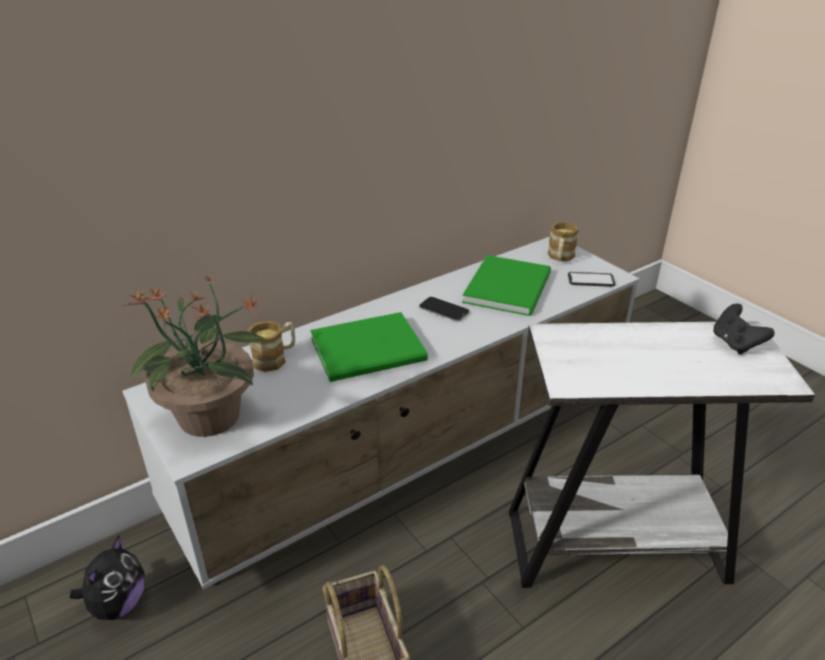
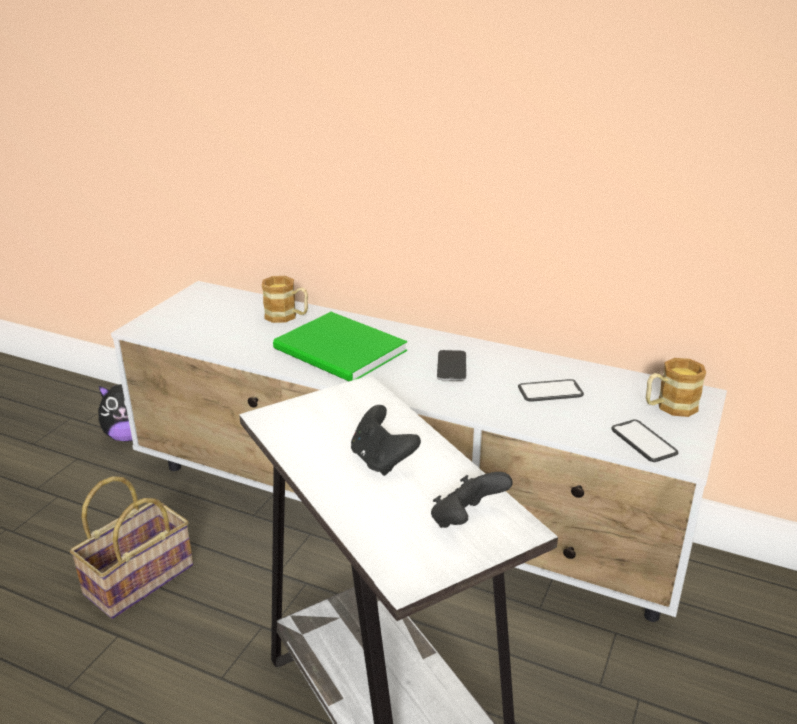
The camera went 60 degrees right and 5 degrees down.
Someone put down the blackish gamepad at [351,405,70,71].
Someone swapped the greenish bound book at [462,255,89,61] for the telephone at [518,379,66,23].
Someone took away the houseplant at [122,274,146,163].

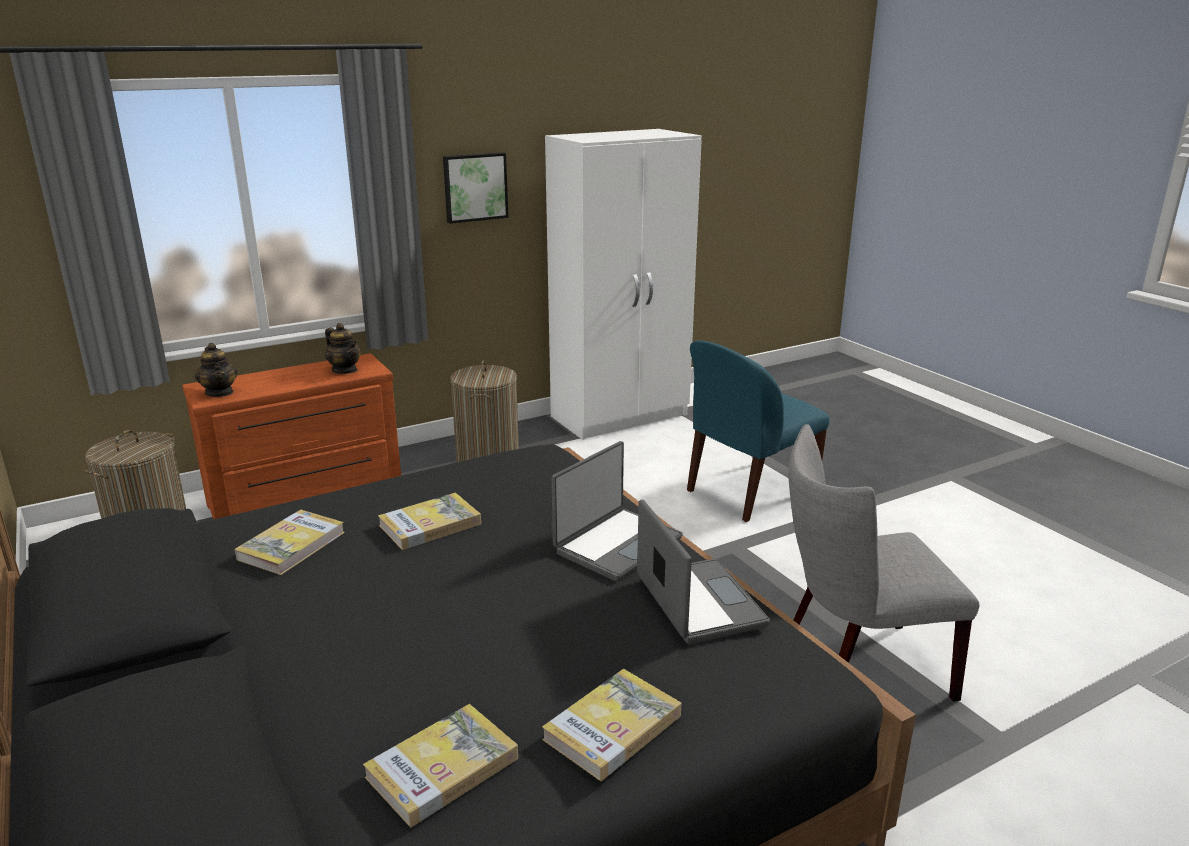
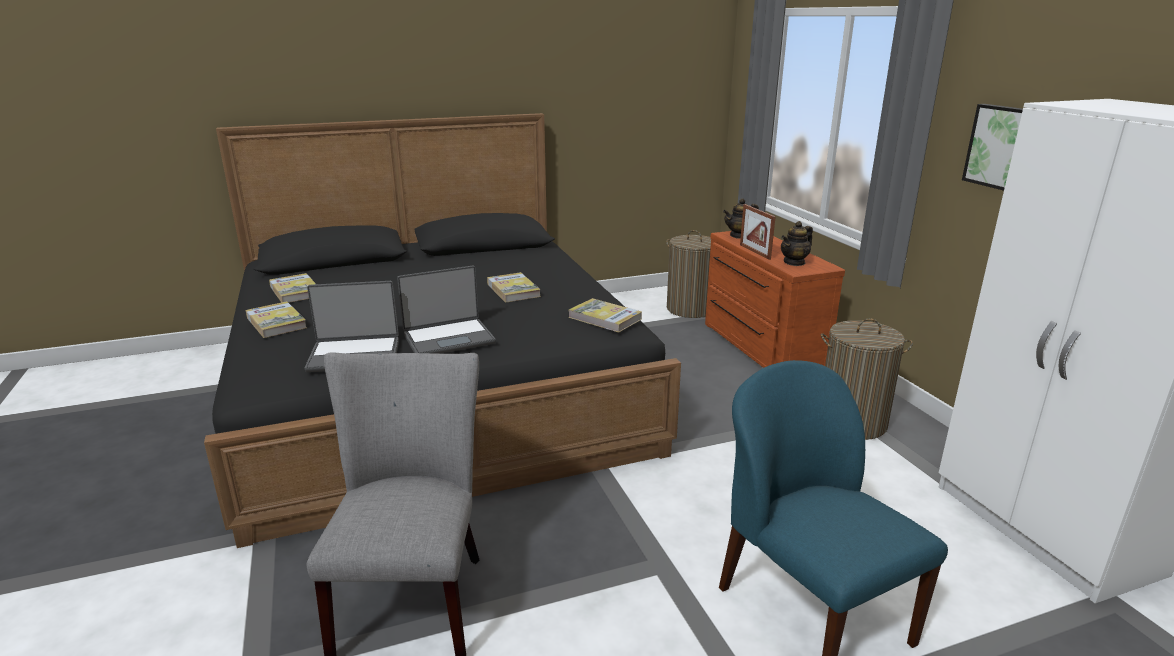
The camera went 100 degrees right and 0 degrees up.
Someone rotated the laptop at [552,441,131,140] by 75 degrees counterclockwise.
Someone carried the bound book from [235,510,110,65] to [568,298,74,34].
Someone put down the photo frame at [740,204,36,56].

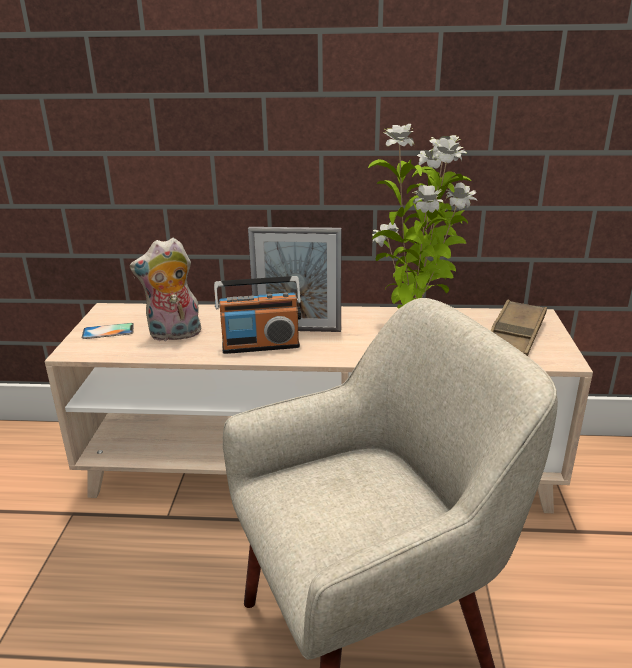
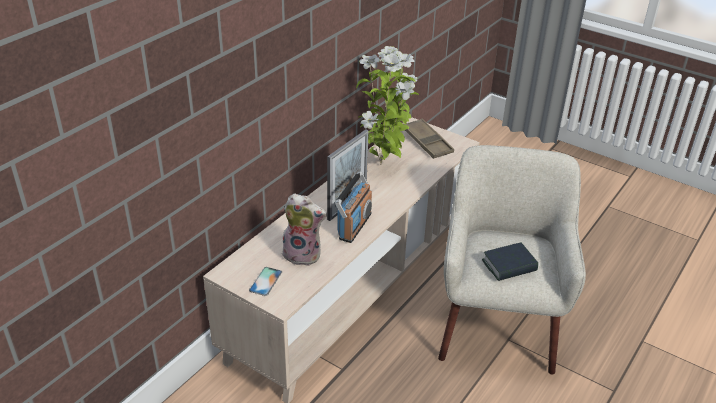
The camera went 60 degrees left and 10 degrees up.
Someone rotated the plush toy at [130,238,71,103] by 90 degrees counterclockwise.
Someone put down the bound book at [482,243,56,38].

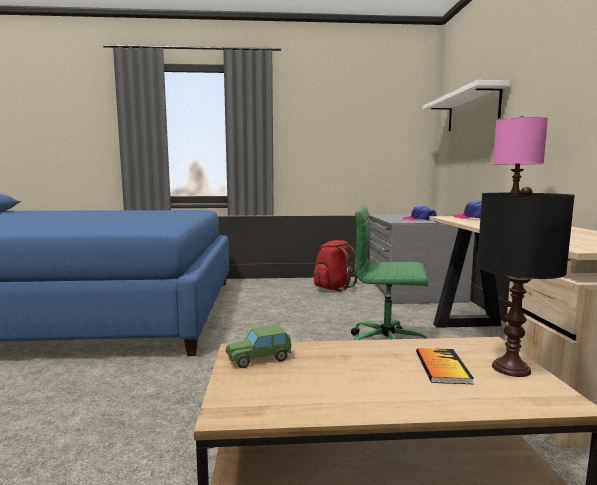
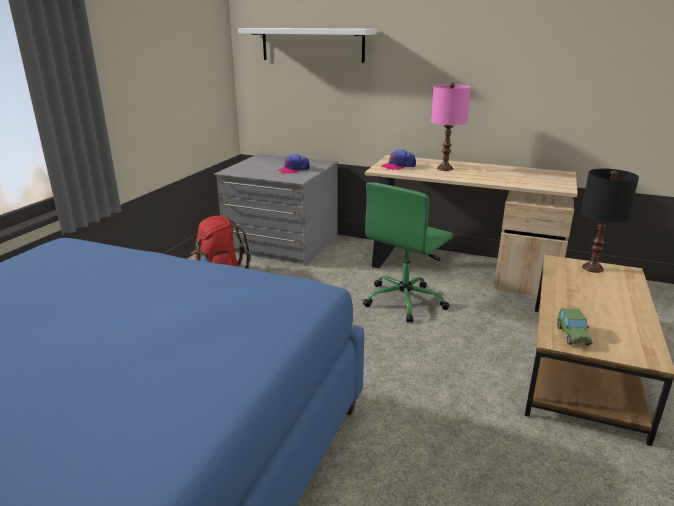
The camera went 65 degrees left and 15 degrees up.
Someone took away the bound book at [416,348,58,36].

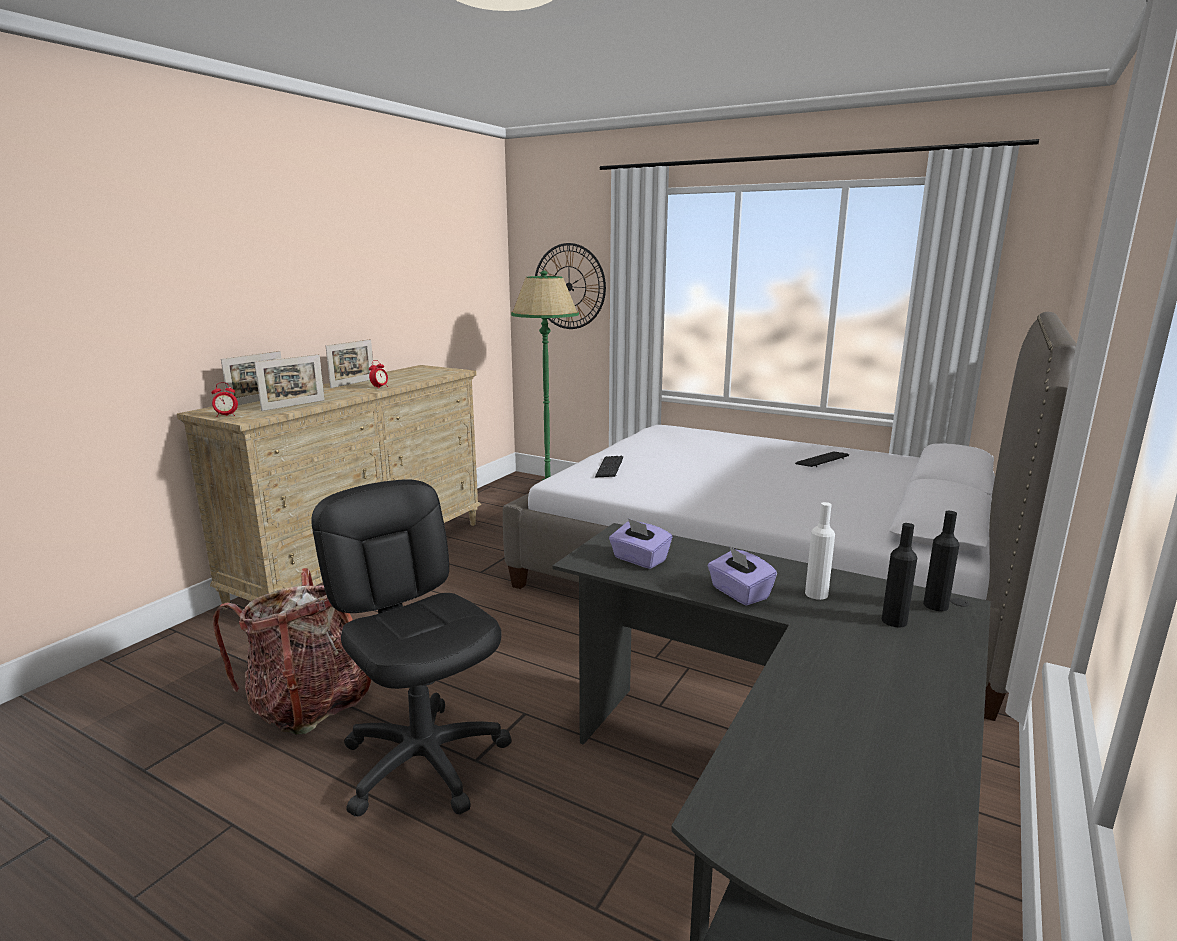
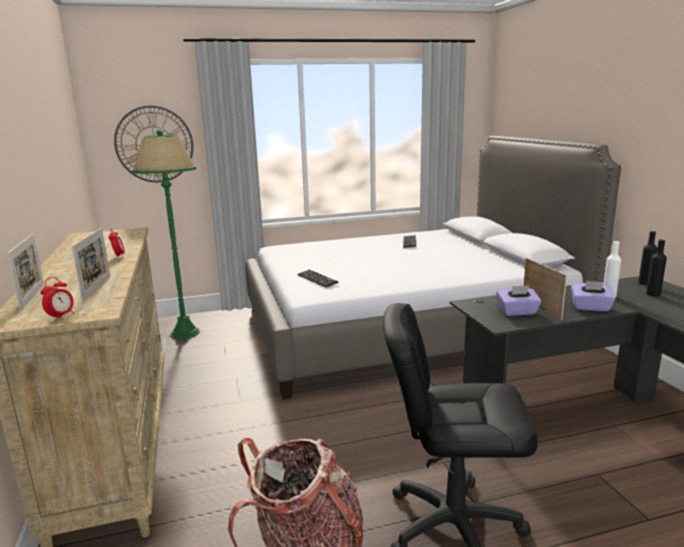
The camera went 45 degrees left and 0 degrees up.
Someone carried the photo frame from [326,339,47,49] to [524,258,43,62].

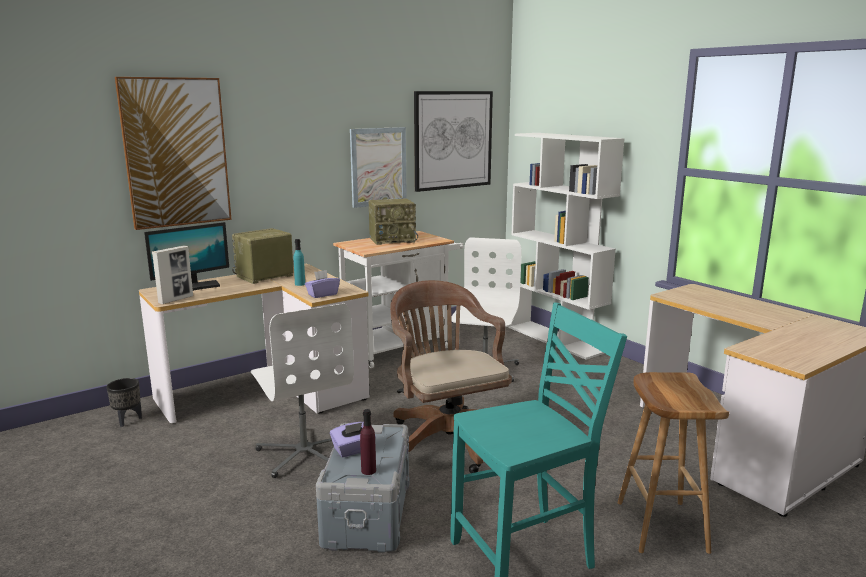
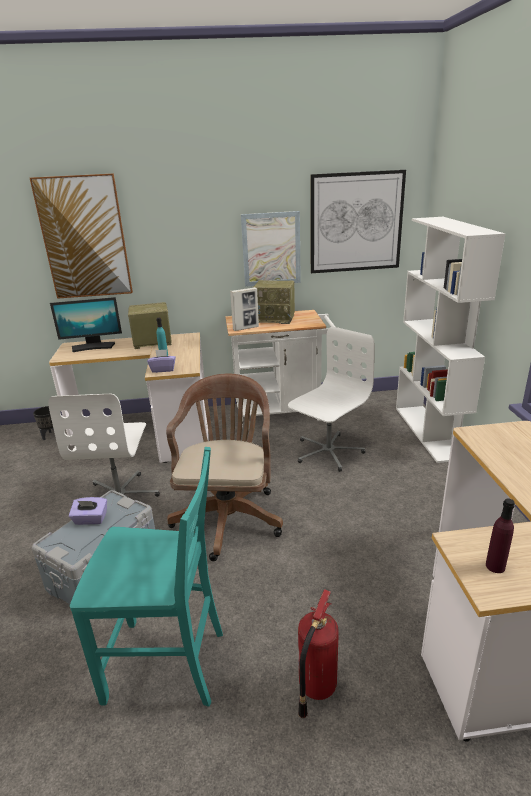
The camera went 30 degrees right and 10 degrees up.
Someone carried the photo frame from [152,245,41,59] to [230,287,29,44].
Someone swapped the brownish stool seat at [617,372,112,182] for the fire extinguisher at [298,589,41,129].
Someone carried the purple-coloured bottle from [360,409,16,66] to [486,498,29,75].

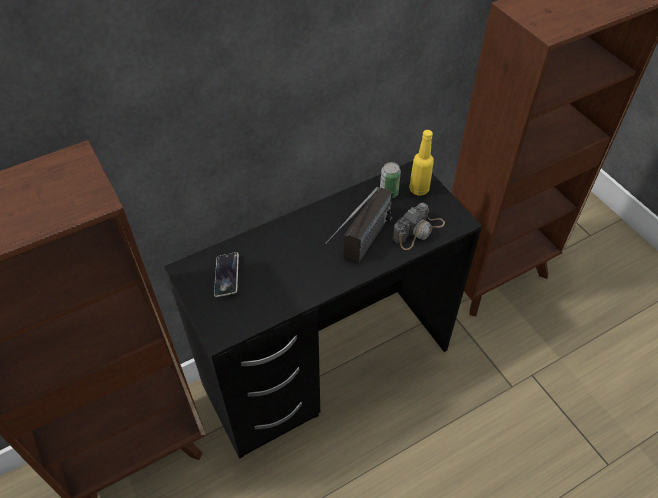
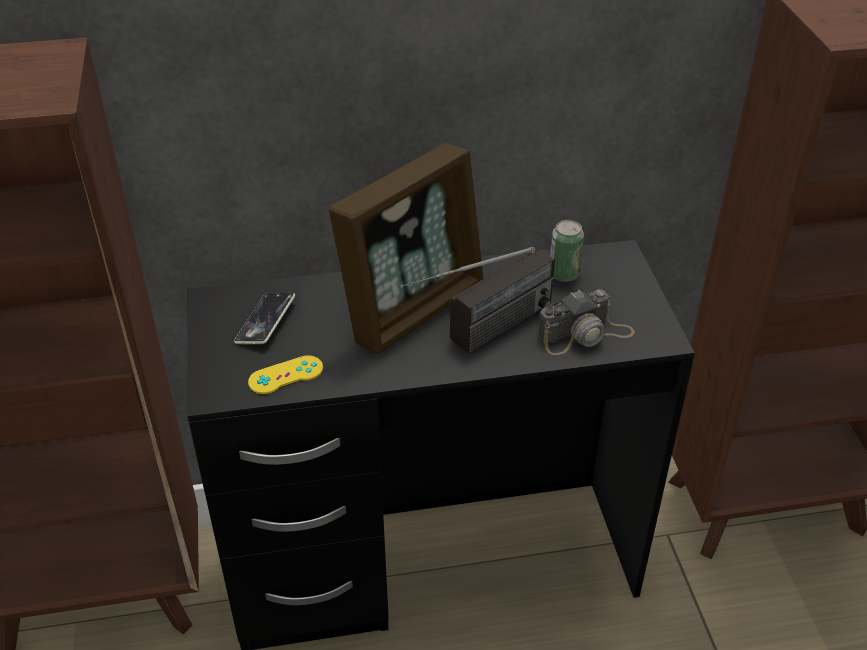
The camera went 20 degrees right and 10 degrees down.
Someone put down the yellow gamepad at [248,356,75,38].
Someone put down the photo frame at [329,143,155,211].
Someone took away the yellow bottle at [409,130,25,66].

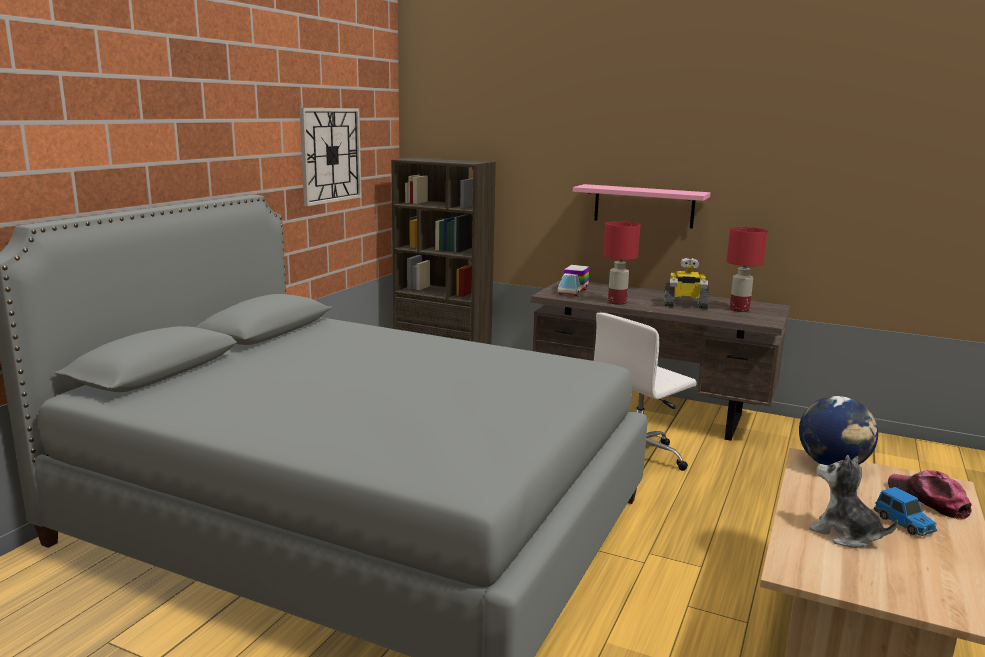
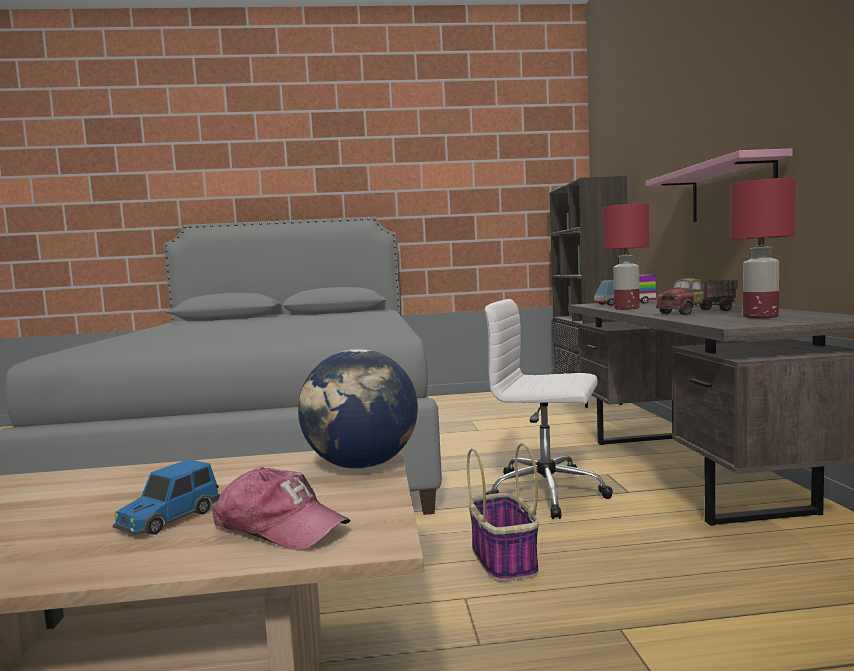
The camera went 60 degrees right and 10 degrees down.
Someone rotated the cap at [888,470,84,50] by 90 degrees clockwise.
Someone put down the household basket at [467,443,72,139].
Someone swapped the robot figure at [664,258,45,51] for the toy lorry at [656,278,82,37].
Someone took away the wall clock at [300,108,61,98].
Someone took away the plush toy at [809,455,89,93].

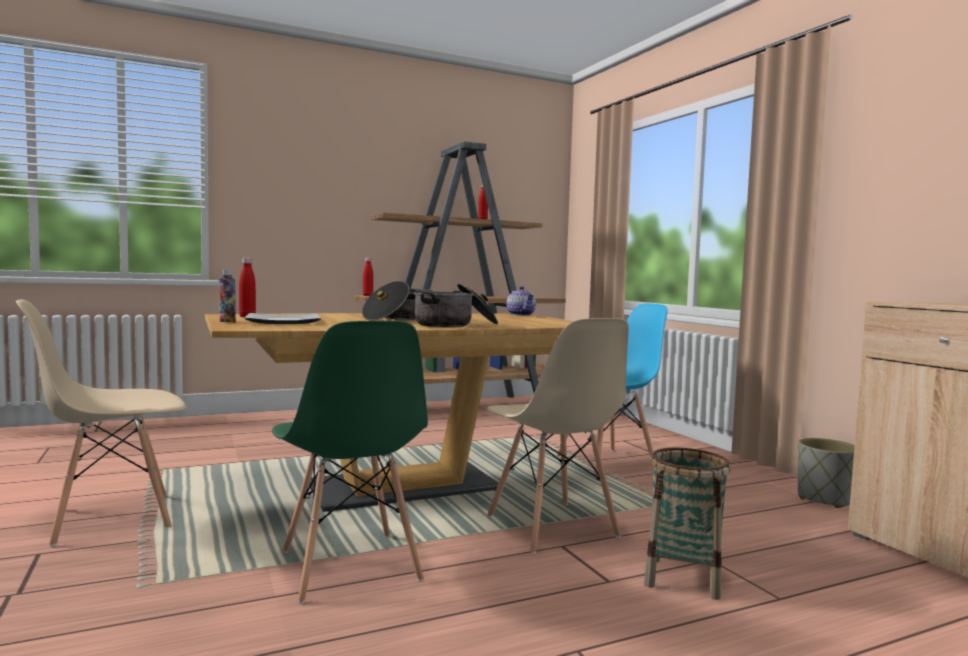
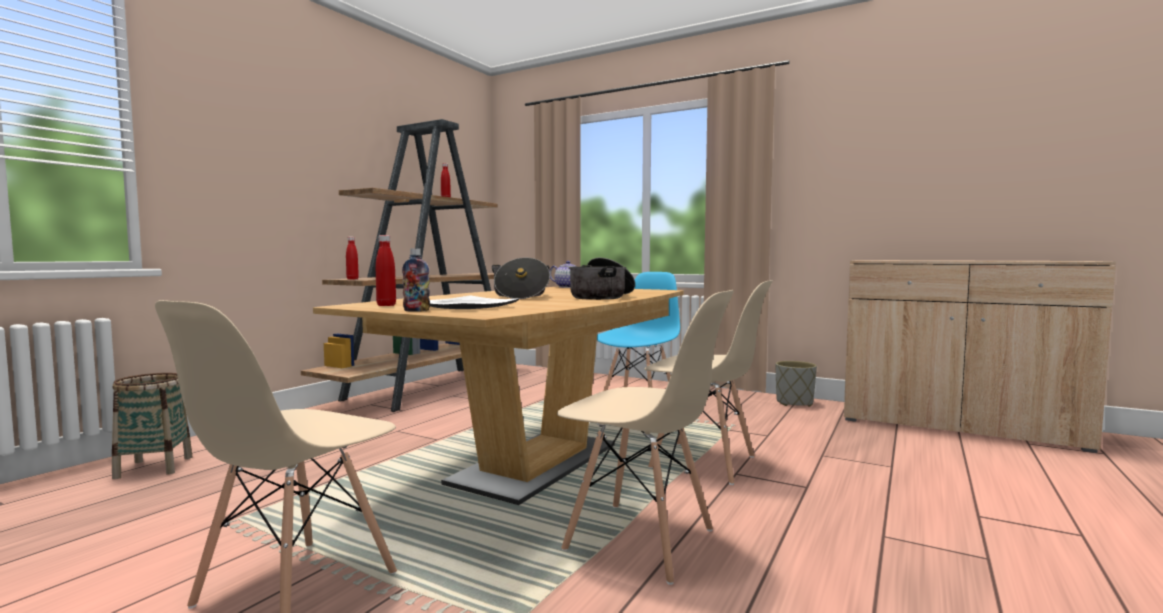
The camera went 35 degrees left and 0 degrees up.
Someone carried the household basket from [644,448,87,152] to [112,373,81,106].
Someone repainted the greenish plain chair at [272,321,156,283], which became the beige-coloured plain chair at [557,290,177,295].

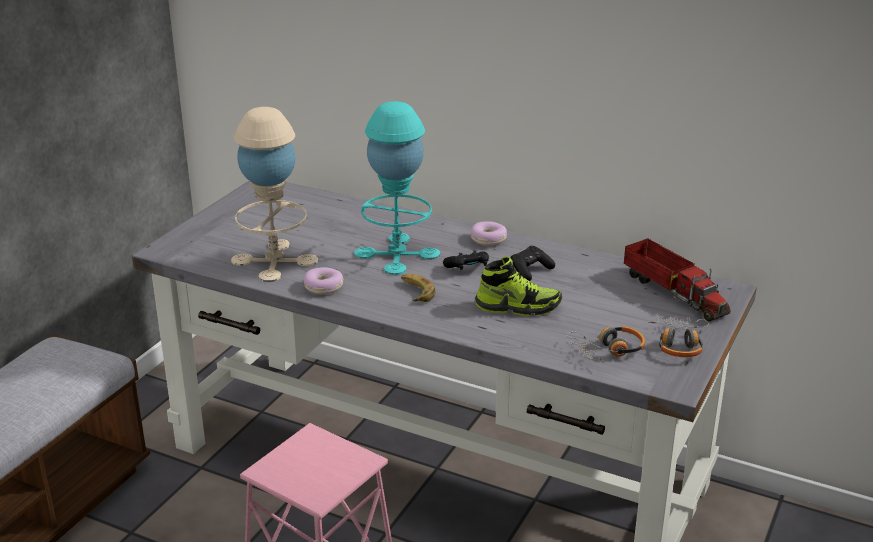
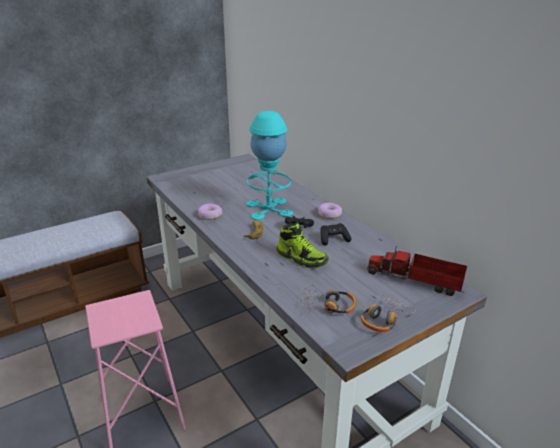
The camera went 30 degrees right and 0 degrees up.
Someone rotated the toy lorry at [624,238,106,84] by 120 degrees clockwise.
Someone took away the beige-coloured table lamp at [231,107,87,175].

